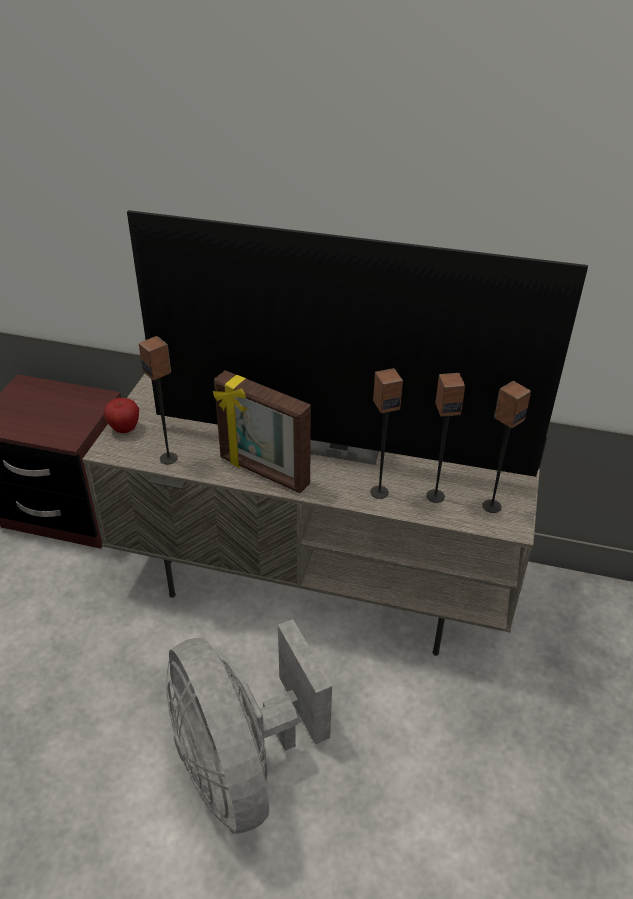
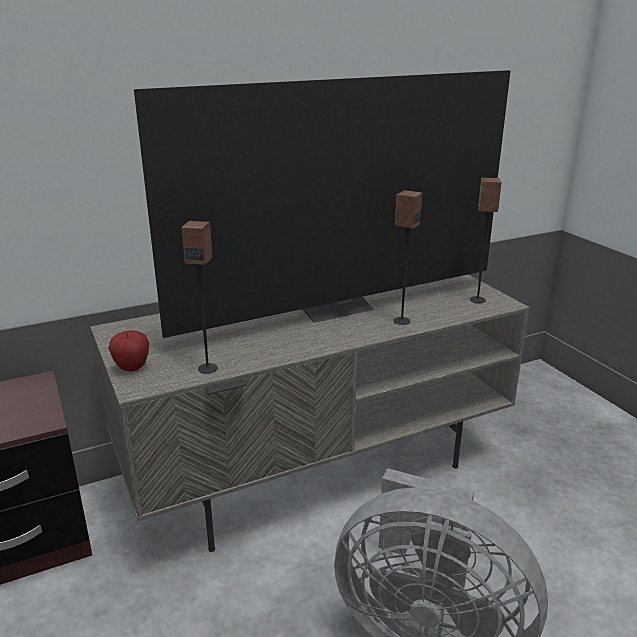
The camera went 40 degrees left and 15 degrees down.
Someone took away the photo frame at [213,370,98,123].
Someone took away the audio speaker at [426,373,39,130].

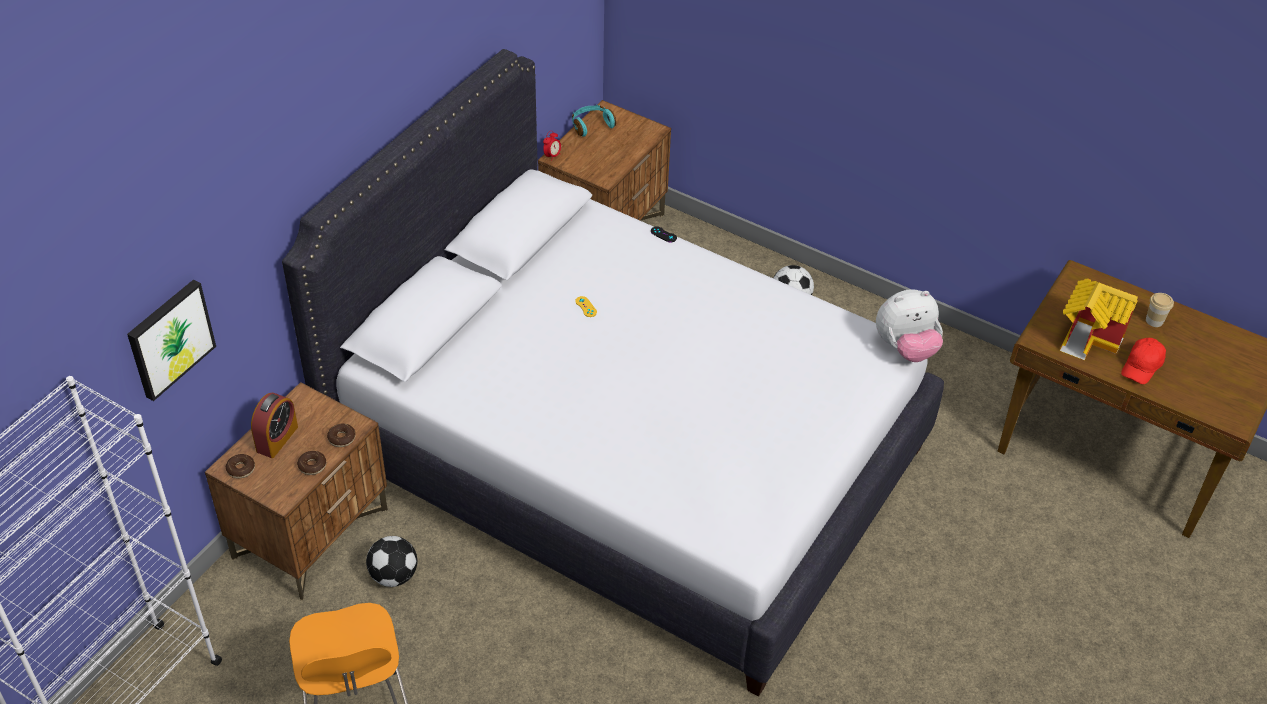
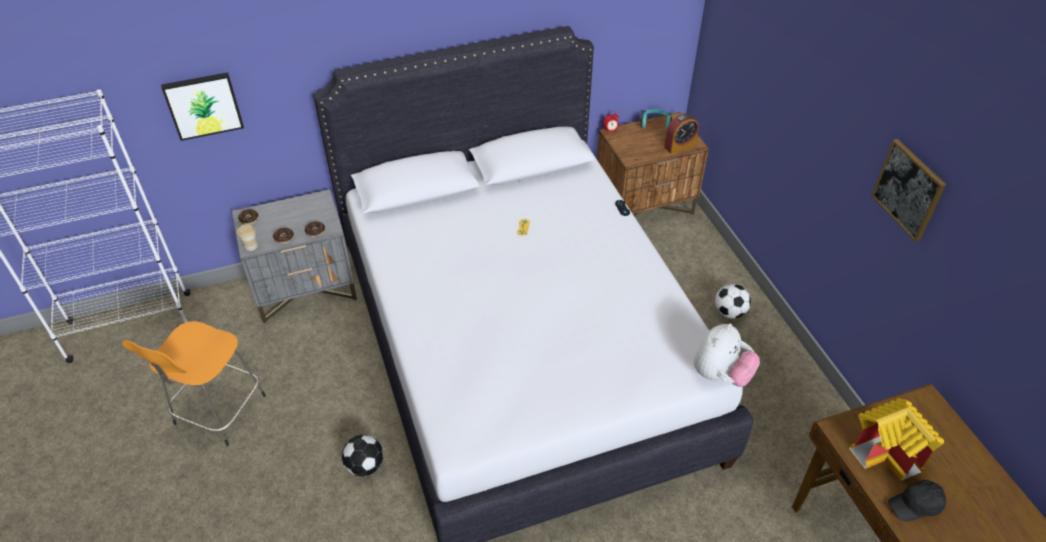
The camera went 40 degrees right and 0 degrees up.
Someone repainted the brownish bedside table at [205,382,183,218], which became the greyish bedside table at [232,189,125,135].
Someone carried the drinking cup from [1146,293,28,34] to [237,224,21,27].
Someone carried the football from [366,536,52,51] to [342,435,41,41].
Someone carried the alarm clock from [251,393,47,65] to [664,113,35,41].
Someone rotated the plush toy at [876,289,67,73] by 75 degrees counterclockwise.
Someone put up the picture at [871,139,75,103].
Someone repainted the red cap at [1121,338,45,46], which became the blackish cap at [888,480,58,42].

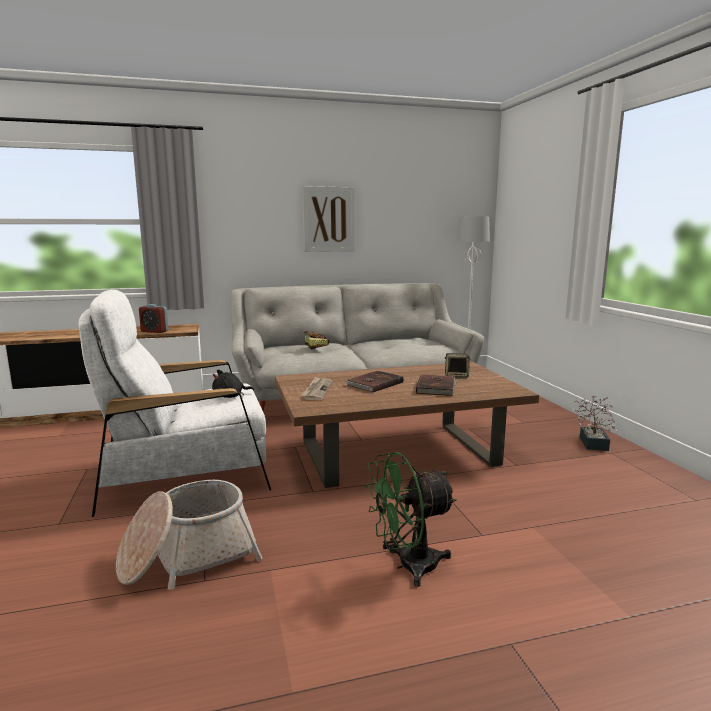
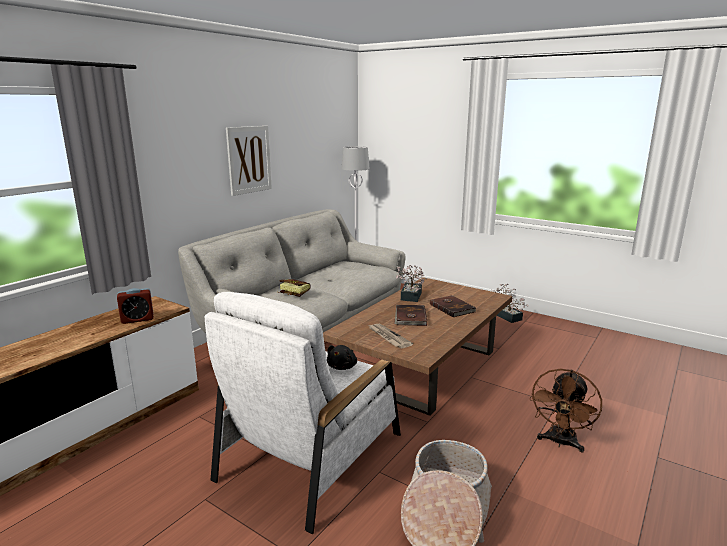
The camera went 40 degrees left and 5 degrees up.
Someone put down the houseplant at [396,265,31,37].
Someone repainted the greenish fan at [365,452,92,135], which became the brownish fan at [530,369,72,84].
Someone took away the audio speaker at [445,353,26,25].

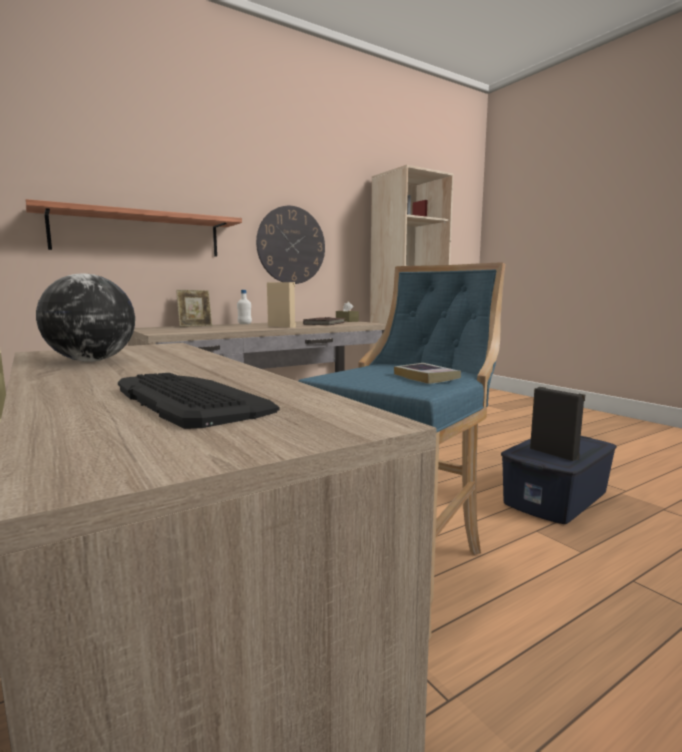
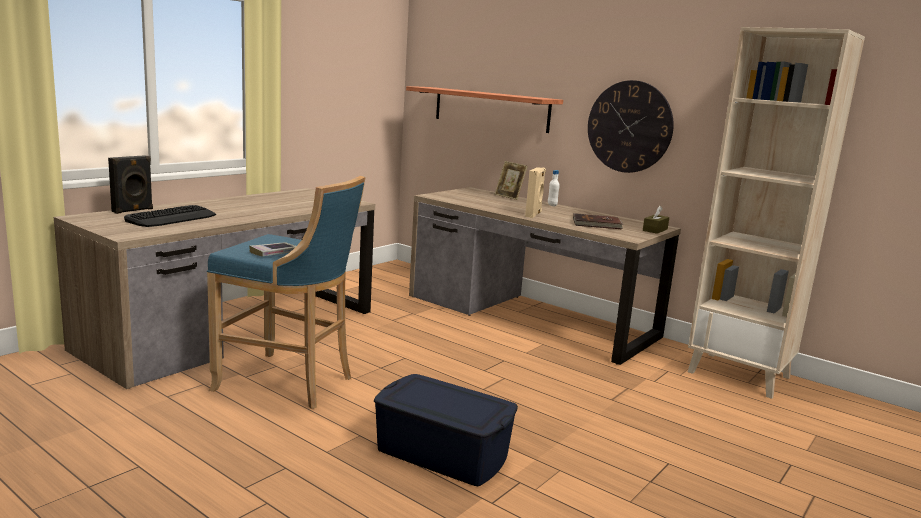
The camera went 70 degrees right and 5 degrees up.
Someone carried the blackish audio speaker from [530,387,55,74] to [108,155,45,59].
Someone took away the world globe at [36,273,99,89].

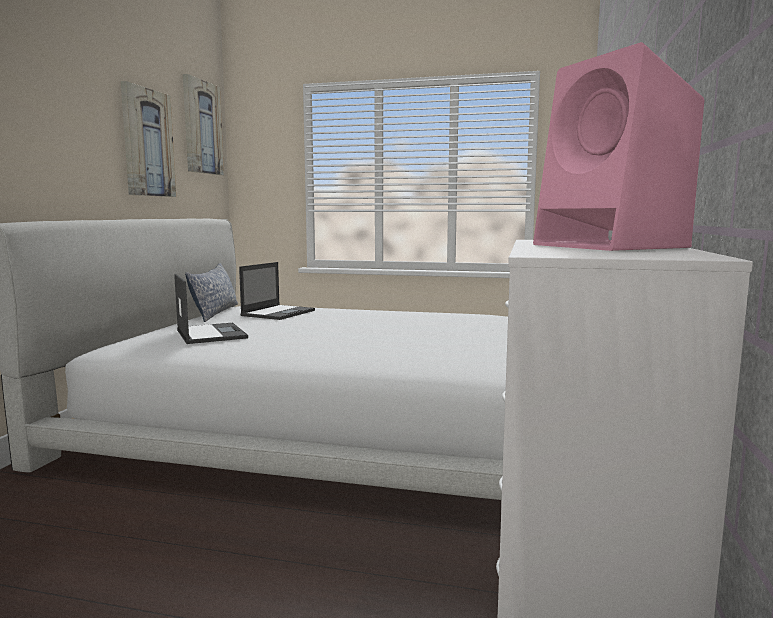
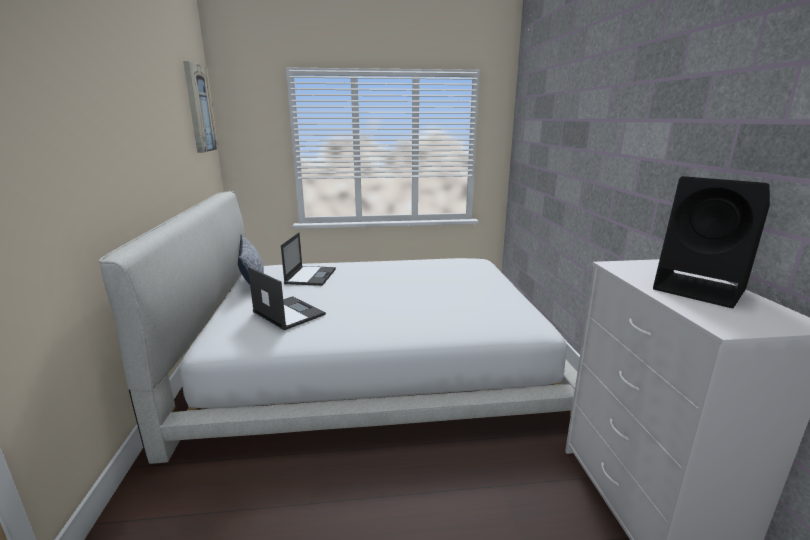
The camera went 20 degrees left and 10 degrees up.
Someone repainted the pink-coloured audio speaker at [533,42,171,209], which became the blackish audio speaker at [653,176,117,132].
Someone took away the picture at [121,81,55,116].

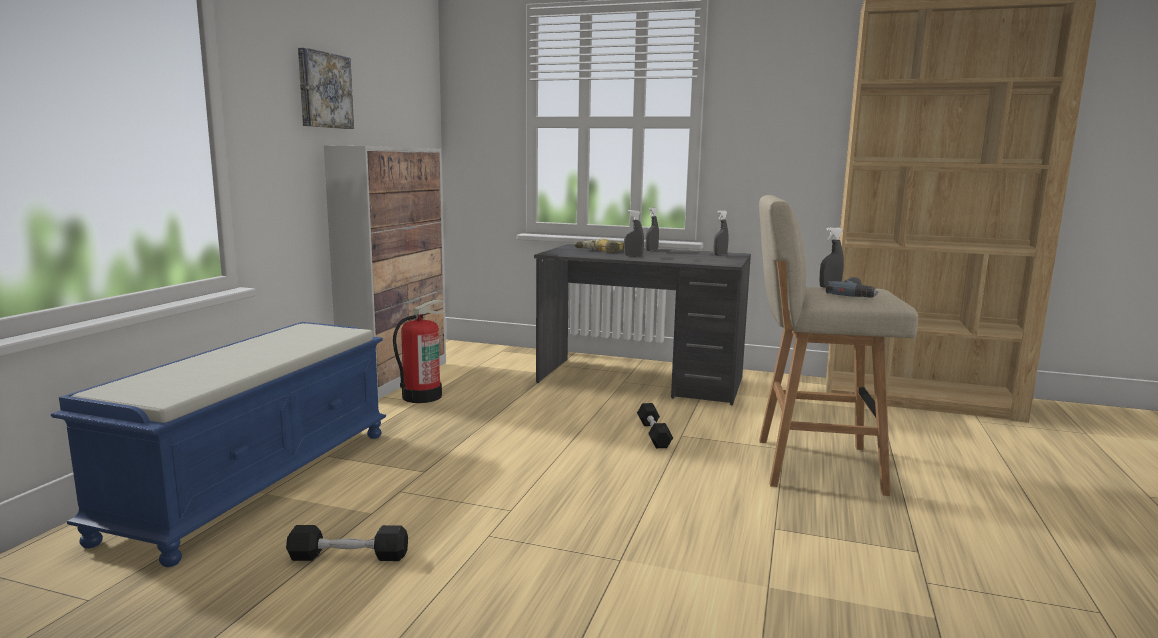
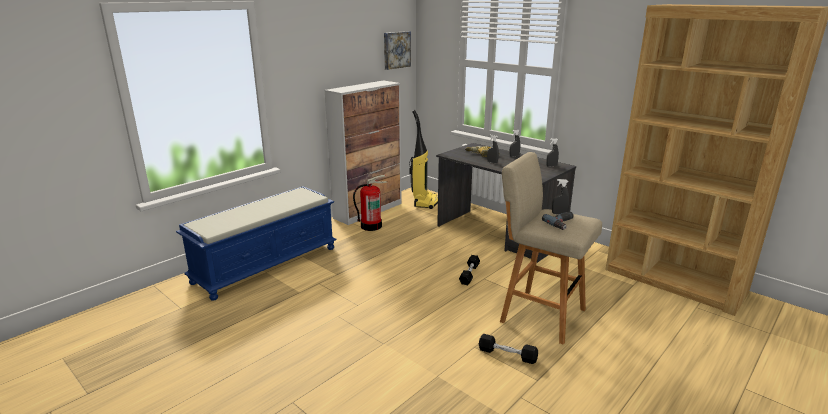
The camera went 25 degrees right and 10 degrees up.
Someone carried the picture from [298,48,56,81] to [384,31,27,39].
Someone put down the vacuum at [409,110,29,99].
Someone carried the blackish free weight from [286,525,122,36] to [479,334,59,30].

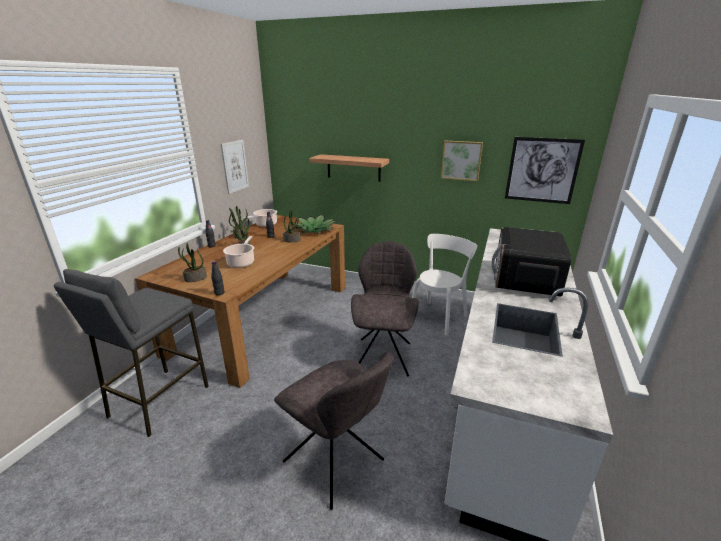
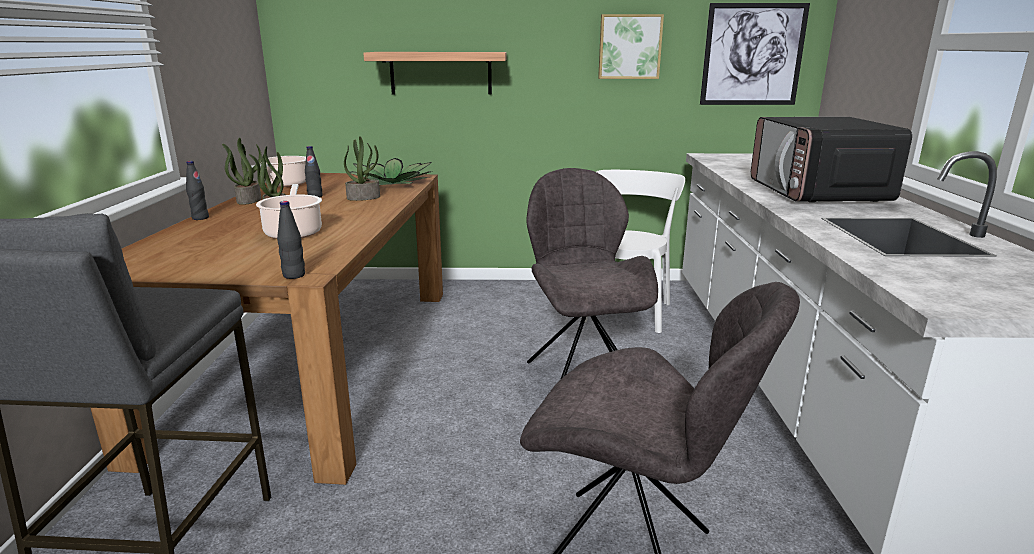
The camera went 20 degrees left and 5 degrees down.
Someone took away the houseplant at [178,243,29,39].
Someone took away the picture at [221,140,28,54].

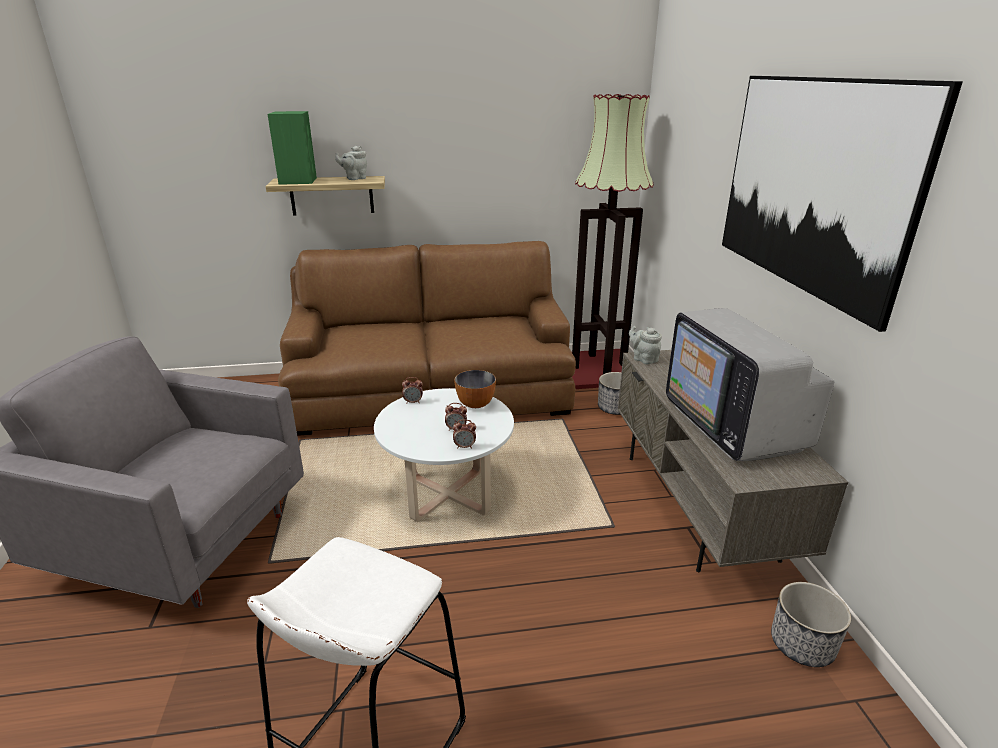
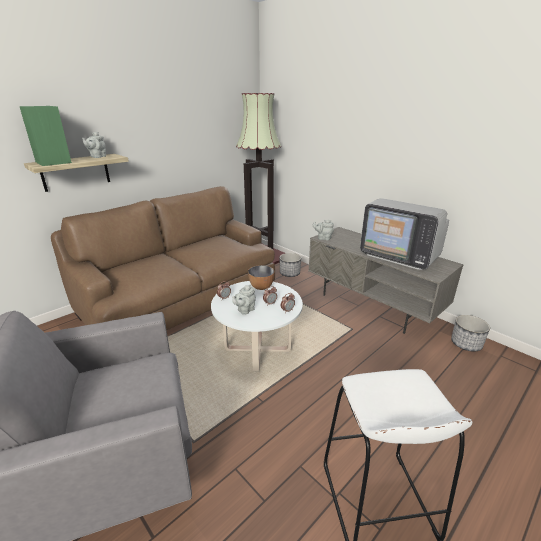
The camera went 35 degrees left and 0 degrees up.
Someone put down the greyish teapot at [232,284,24,31].
Someone took away the picture at [722,76,241,256].

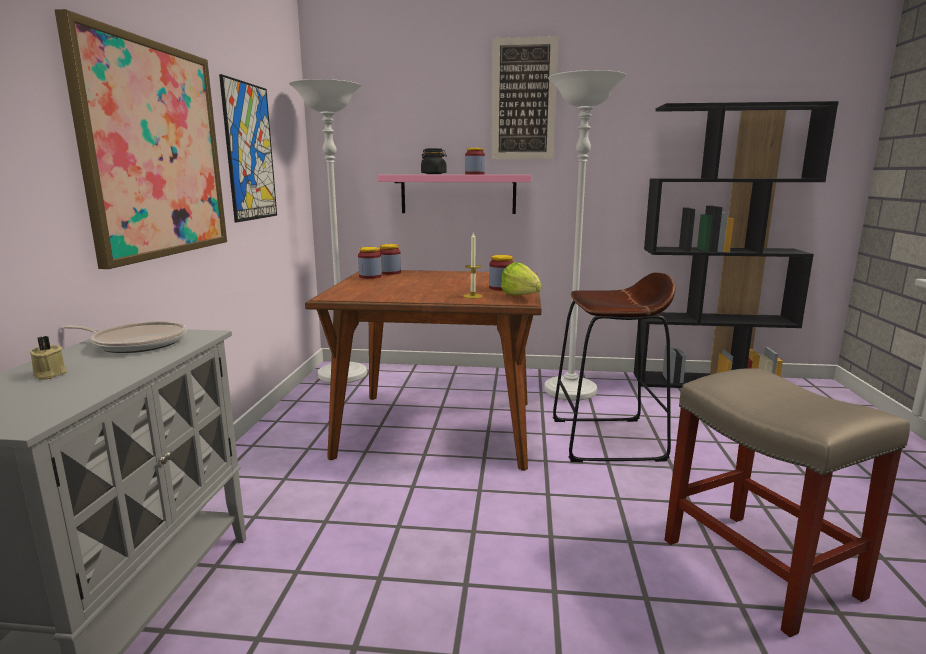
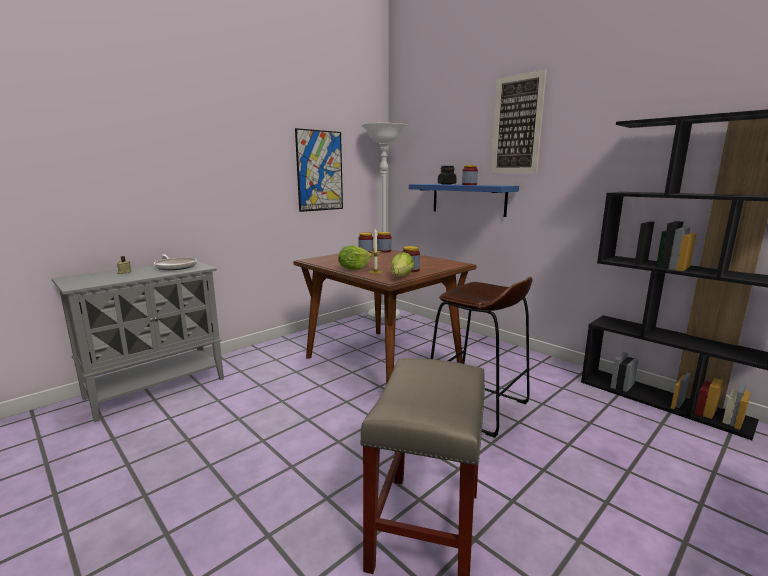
The camera went 40 degrees right and 0 degrees up.
Someone put down the lettuce at [338,246,34,24].
Someone repainted the pink-coloured shelf at [378,175,154,39], which became the bluish shelf at [409,184,110,33].
Someone took away the picture at [55,9,172,260].
Someone took away the white floor lamp at [544,70,83,331].

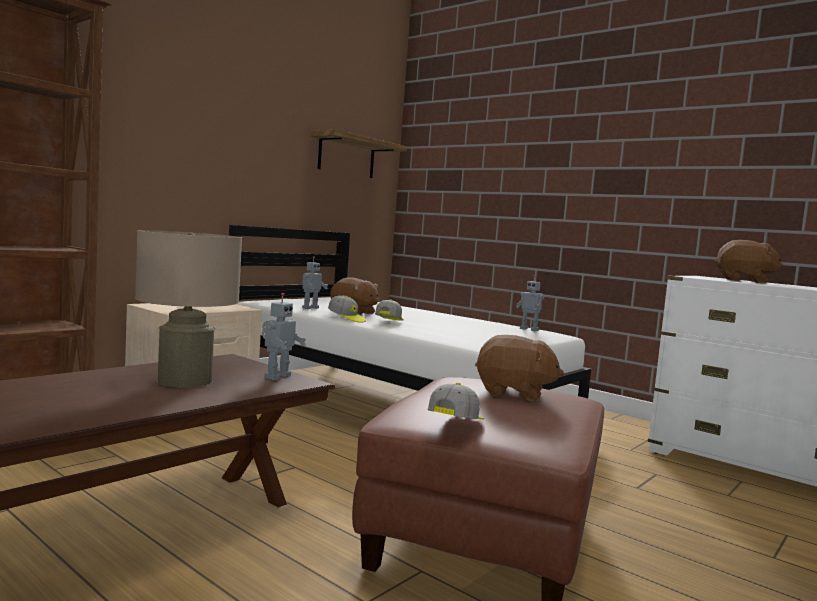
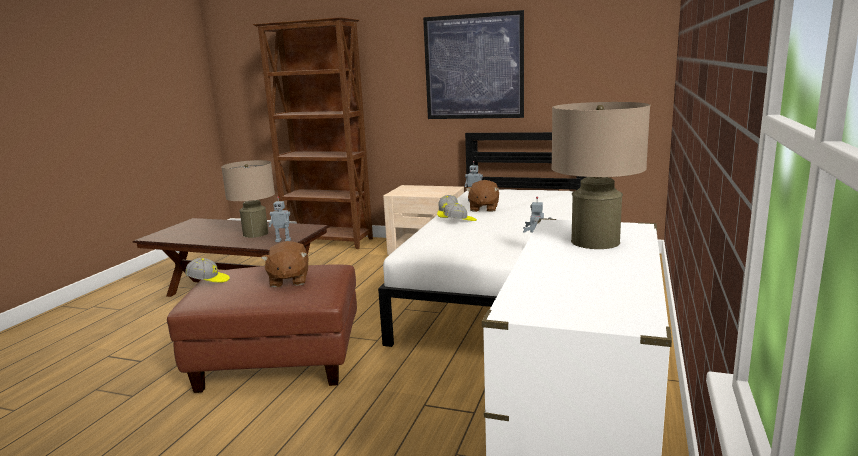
The camera went 70 degrees right and 10 degrees up.
Someone put up the picture at [423,10,101,109].
Someone swapped the brownish plush toy at [715,240,68,44] for the beige-coloured table lamp at [551,102,99,147].
Someone took away the shelf at [309,129,98,49].

